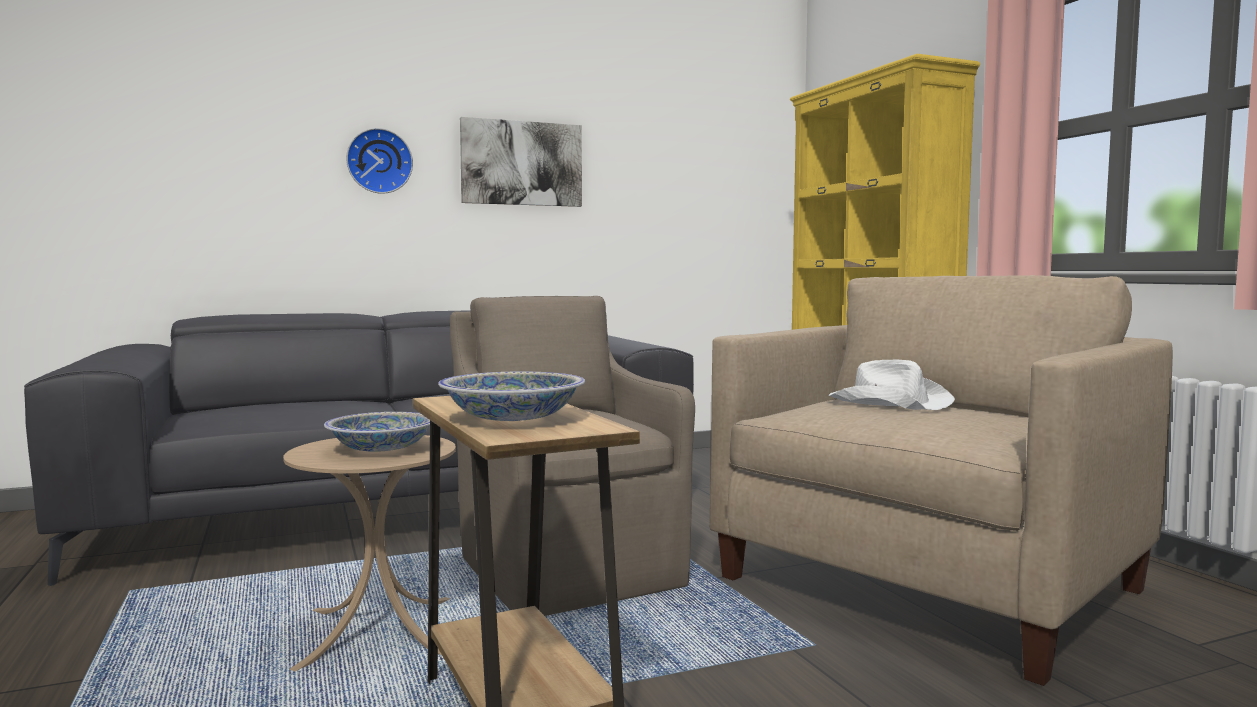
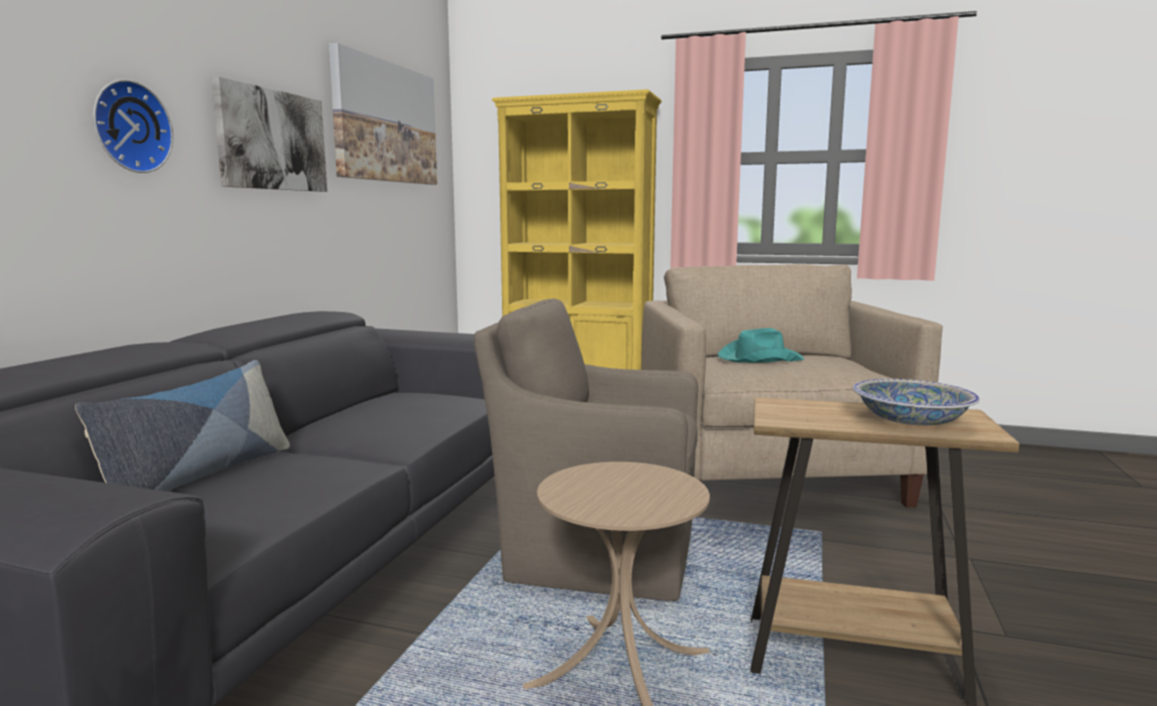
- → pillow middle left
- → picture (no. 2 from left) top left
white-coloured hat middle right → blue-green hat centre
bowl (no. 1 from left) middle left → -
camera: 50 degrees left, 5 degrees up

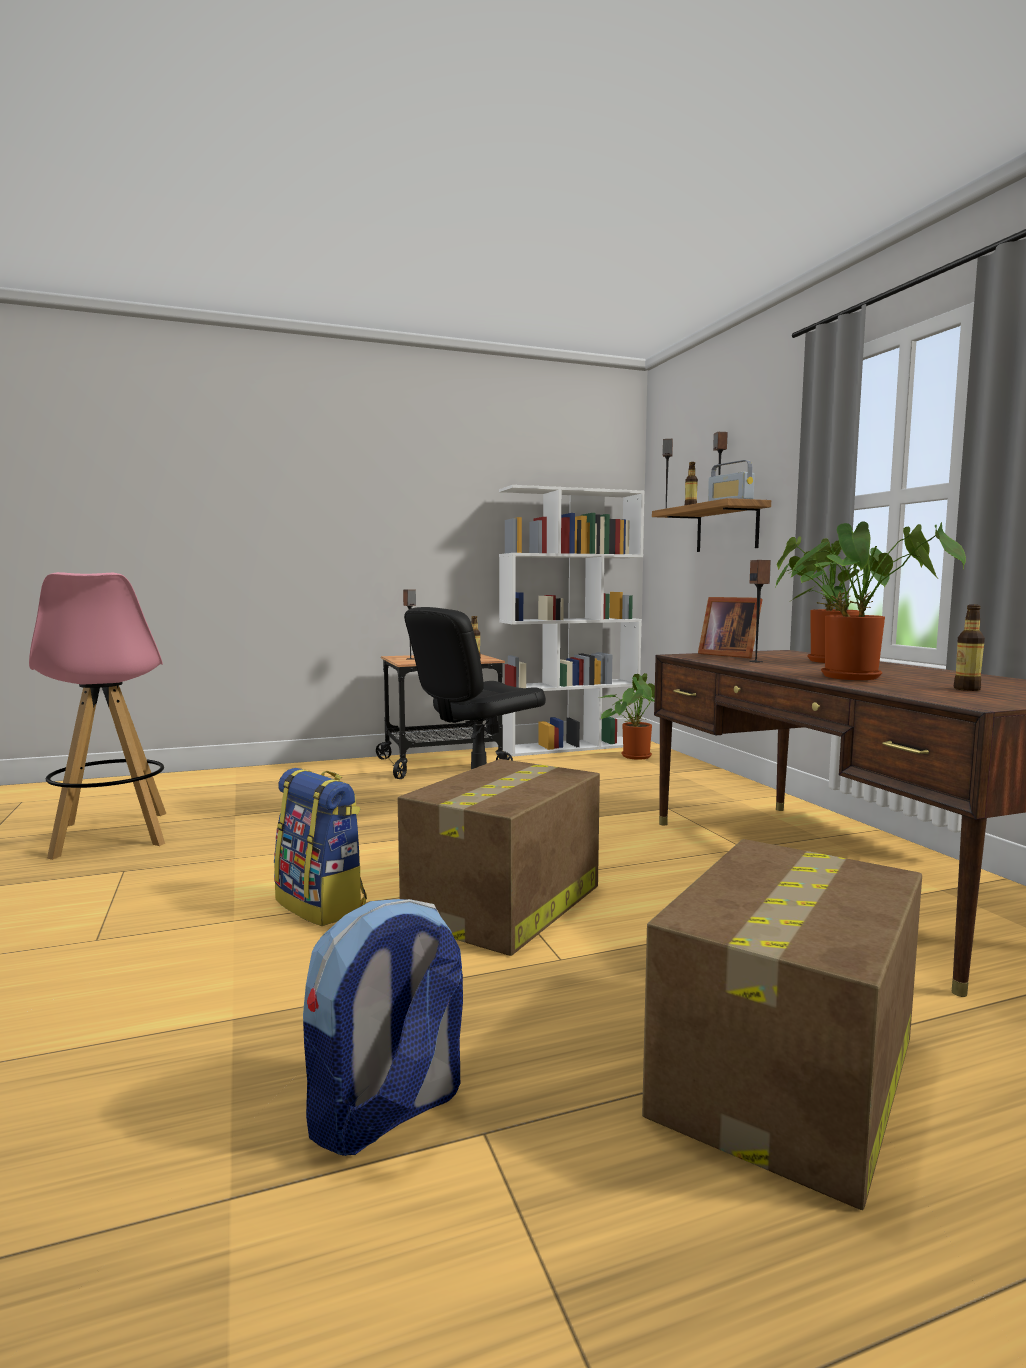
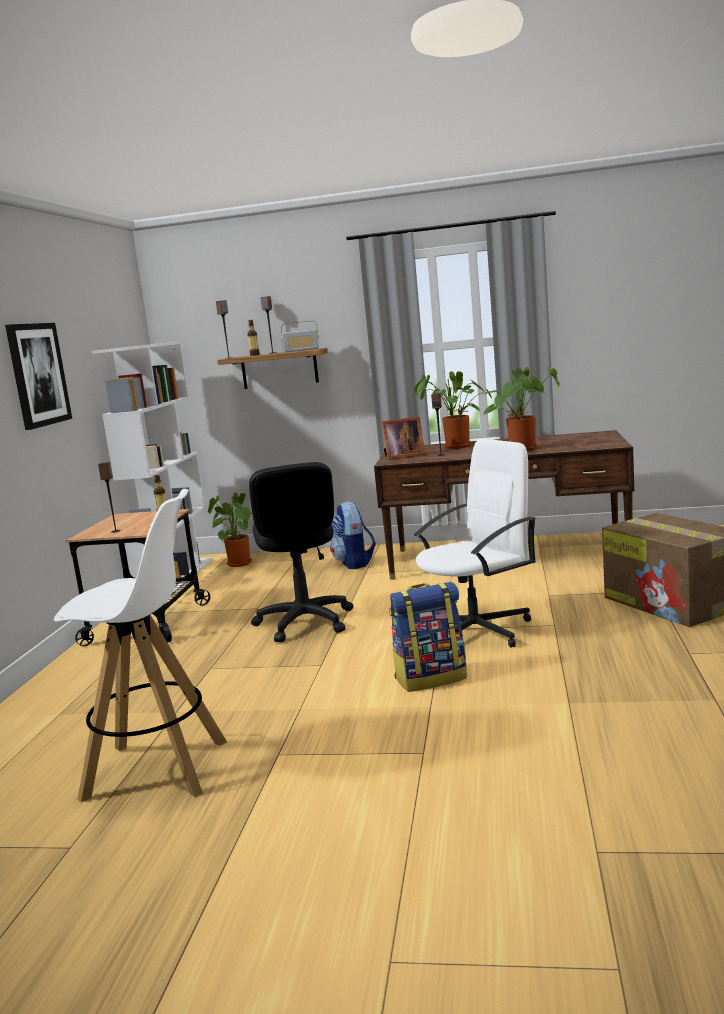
- → picture middle left
pinkish stool seat middle left → white-coloured stool seat middle left
knapsack (no. 2 from left in the first image) bottom centre → knapsack (no. 1 from left) centre, relocated
carton (no. 1 from left) centre → white-coloured office chair centre
beverage bottle (no. 3 from left) middle right → -
camera: 60 degrees left, 5 degrees up

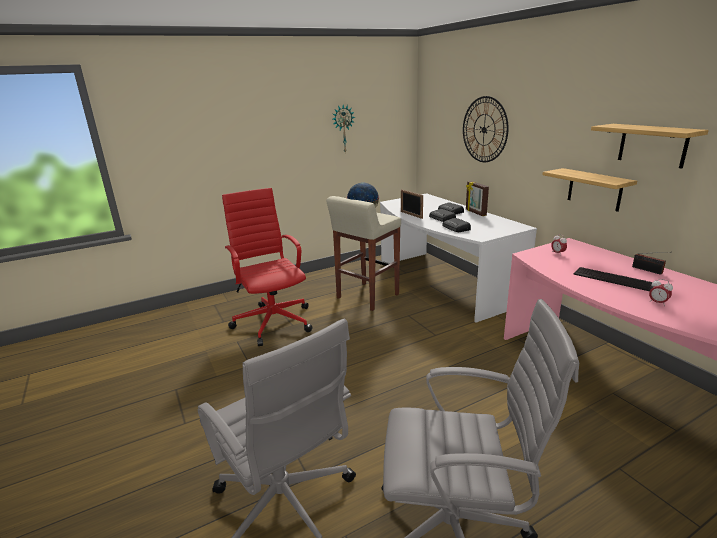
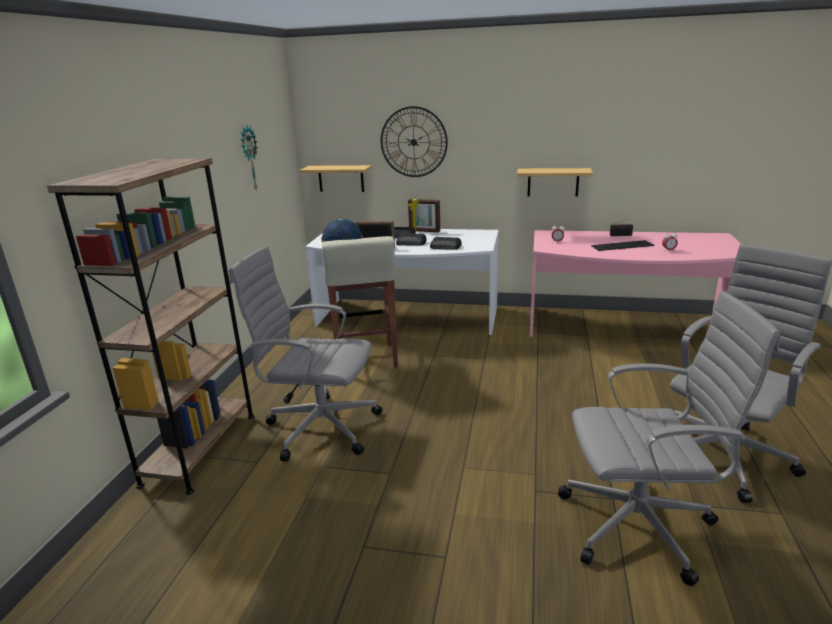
- → brownish shelving unit middle left
reddish office chair centre → greyish office chair (no. 1 from left) centre
bracket shelf (no. 2 from left in the first image) top right → bracket shelf (no. 1 from left) top centre, relocated
camera: 50 degrees left, 0 degrees up

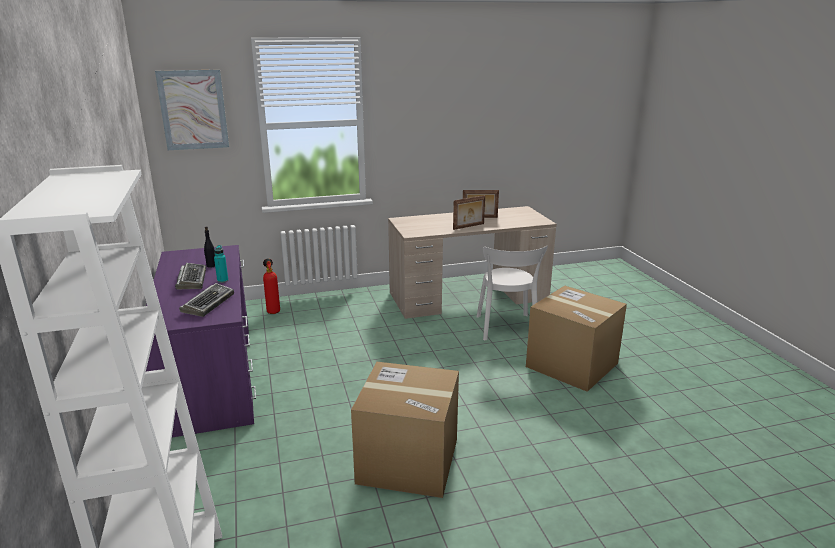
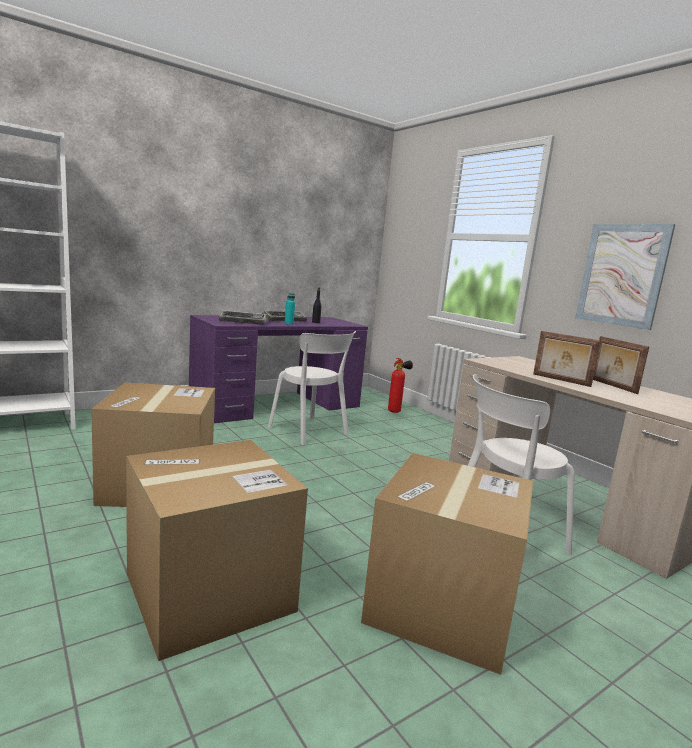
- → carton (no. 2 from left) bottom left
- → white-coloured chair (no. 1 from left) centre
picture top left → picture middle right, relocated
camera: 70 degrees right, 10 degrees down

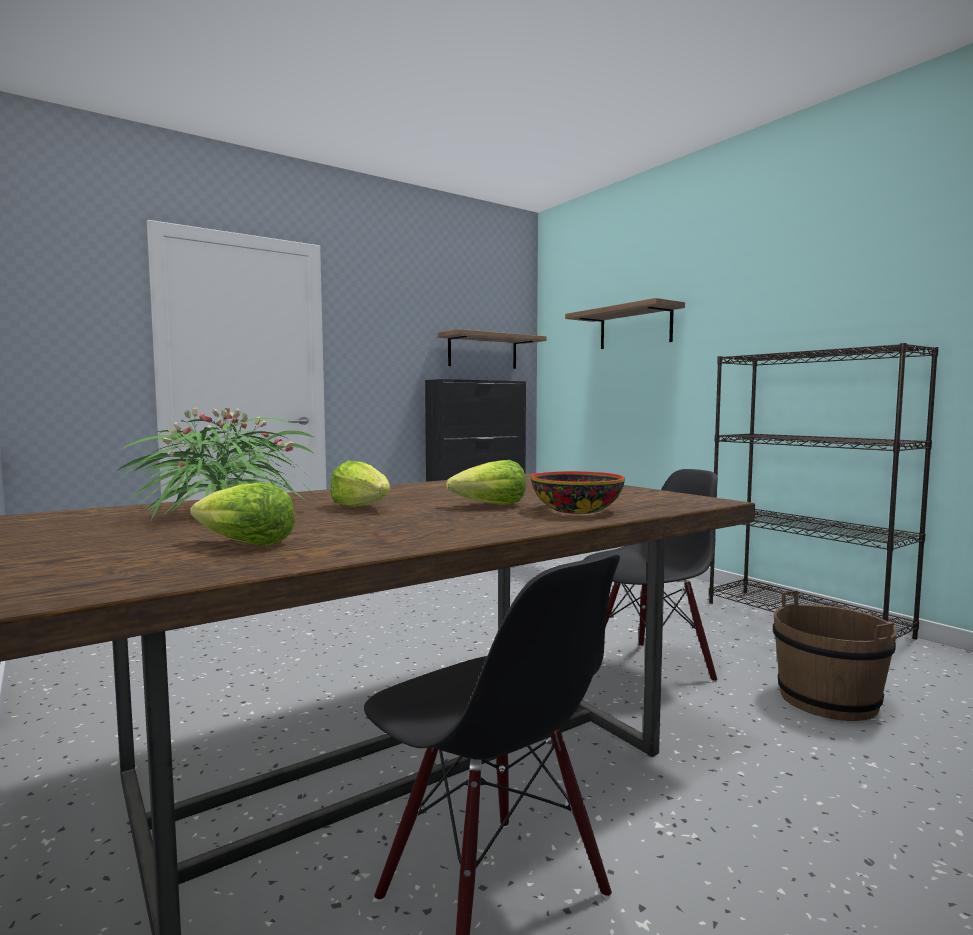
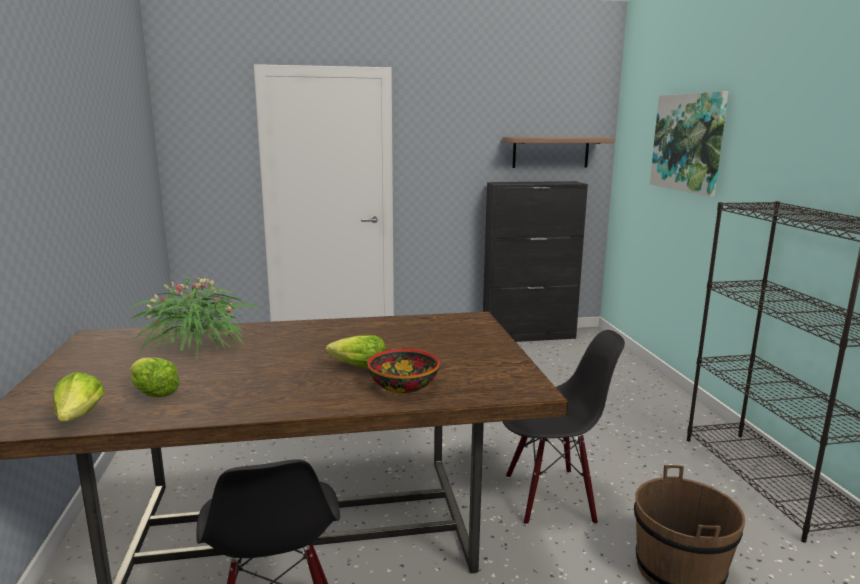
lettuce (no. 2 from left in the first image) centre → lettuce (no. 1 from left) bottom left, relocated
bracket shelf (no. 2 from left) centre → picture top right
camera: 25 degrees right, 10 degrees up

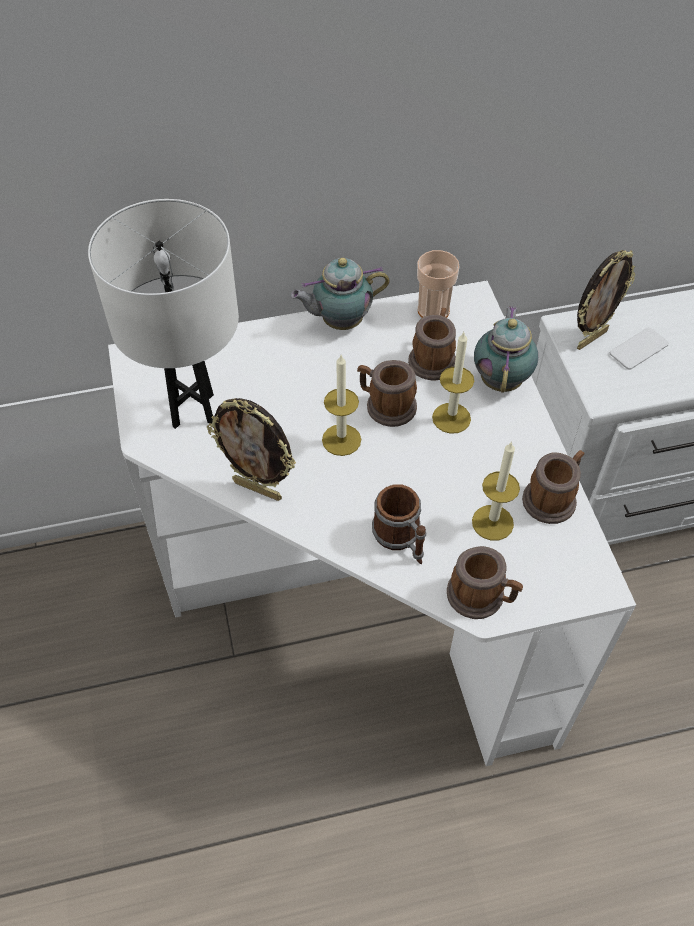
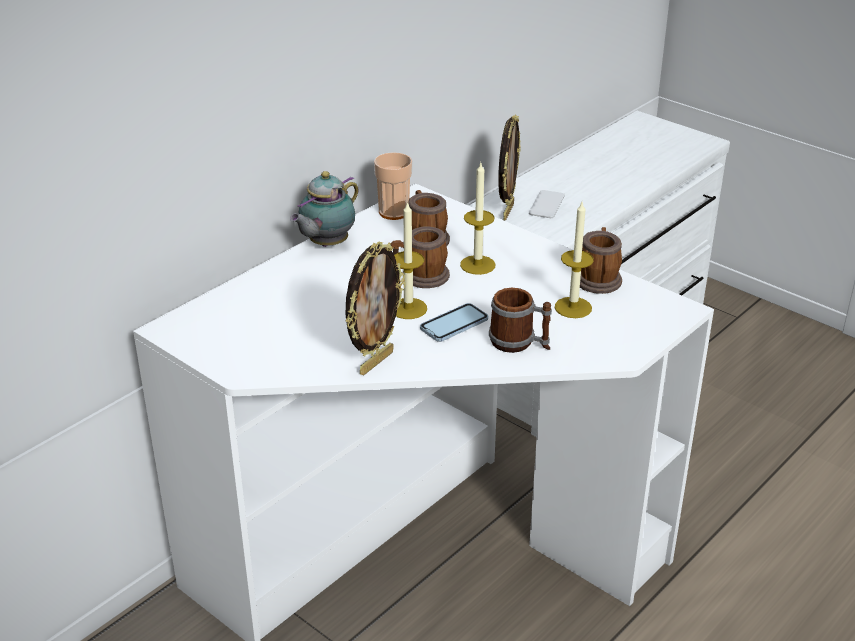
standing frame (no. 1 from left) centre, 45 degrees counterclockwise
- → handset (no. 1 from left) centre
white-coloured lamp for a table middle left → -
tea mug (no. 4 from left) middle right → -
teapot (no. 2 from left) middle right → -
camera: 35 degrees left, 20 degrees down

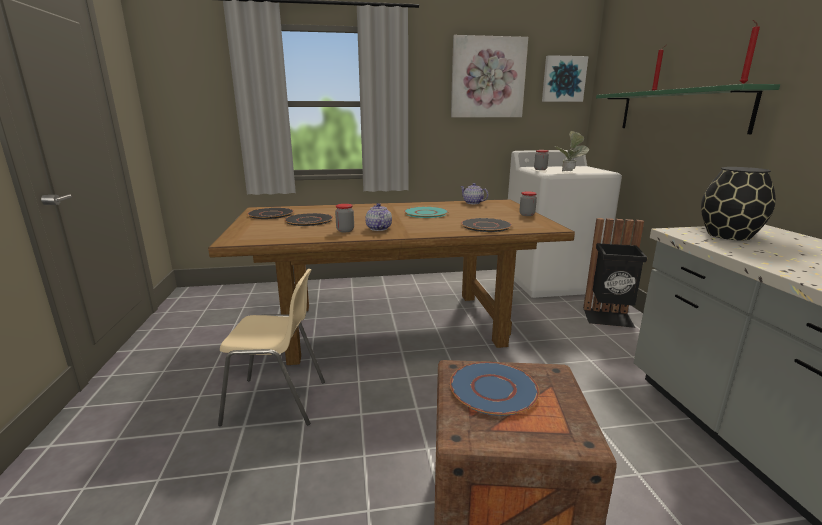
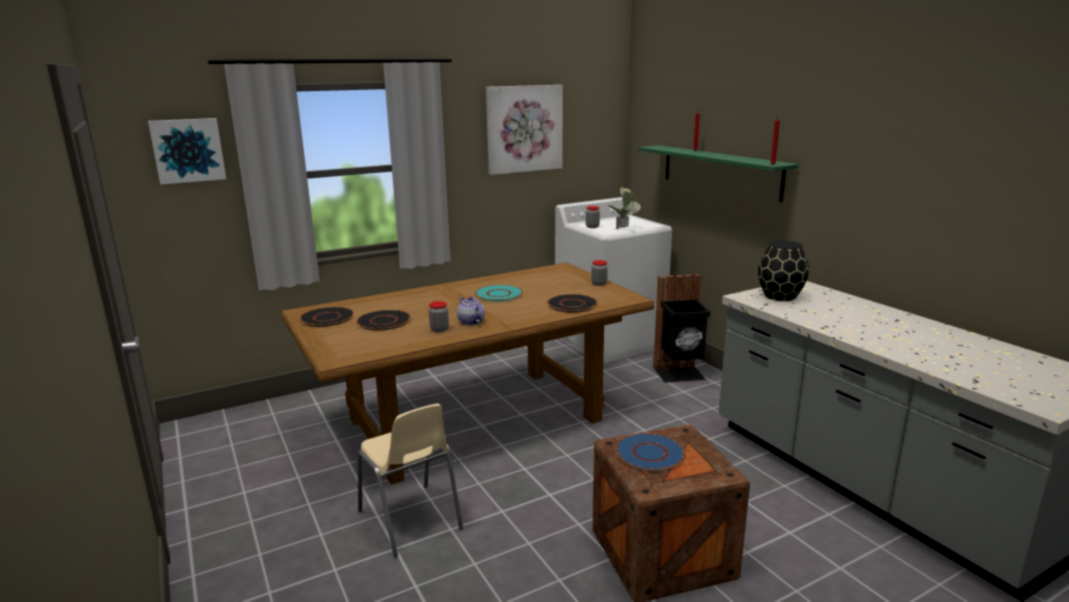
picture (no. 2 from left in the first image) top right → picture (no. 1 from left) top left, relocated
sand-coloured chair middle left → sand-coloured chair bottom centre, 75 degrees clockwise
teapot (no. 2 from left) centre → -
camera: 20 degrees left, 0 degrees up

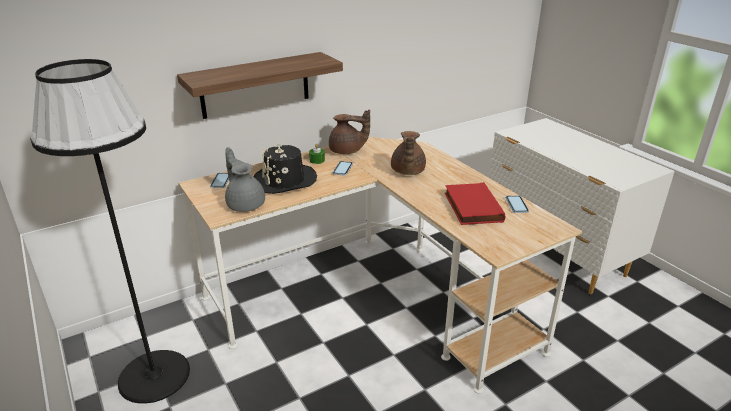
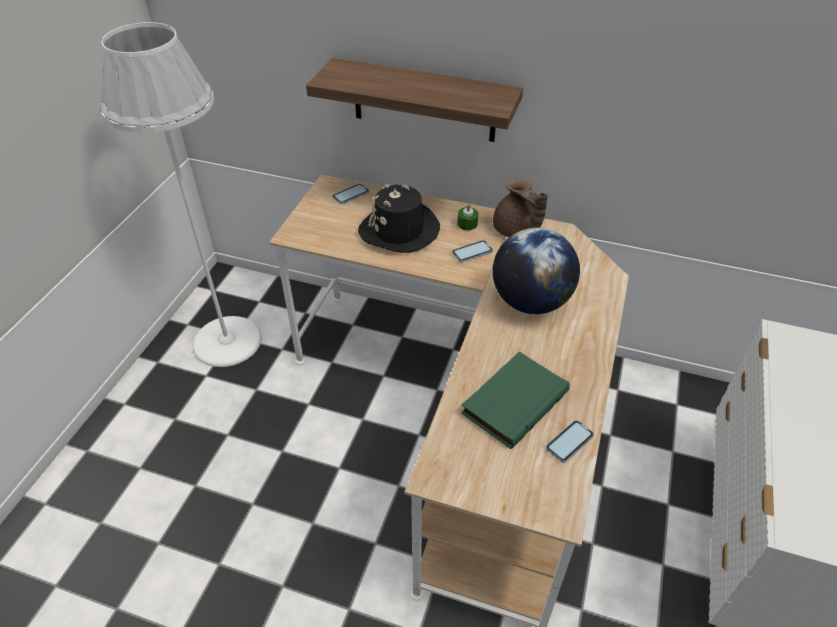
black-coloured standard lamp middle left → white-coloured standard lamp top left
reddish bound book centre → greenish bound book centre
brownish teapot (no. 2 from left) centre → desk globe centre
greyish teapot centre → -
camera: 50 degrees right, 15 degrees up

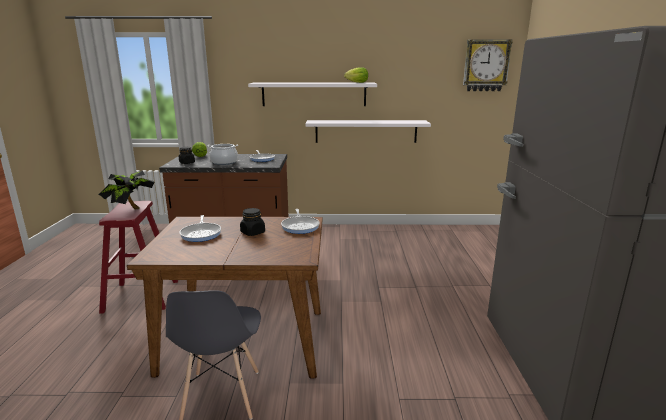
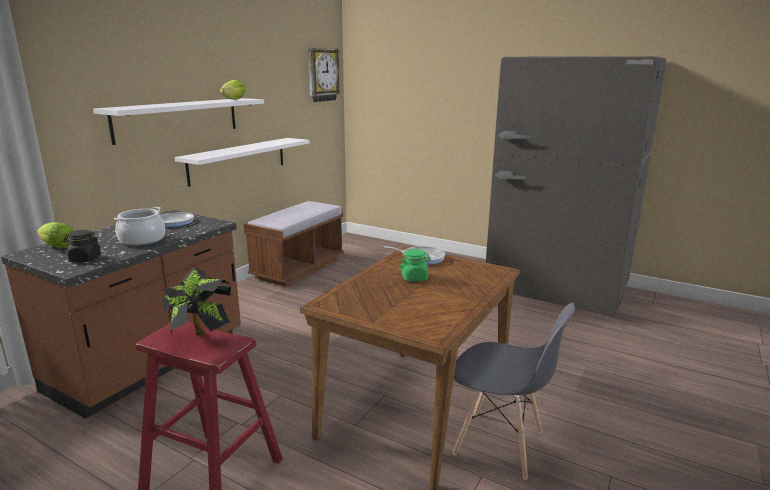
- → brownish indoor bench centre
black-coloured preserve jar (no. 2 from left) centre → greenish preserve jar centre
frying pan (no. 1 from left) middle left → -
camera: 60 degrees left, 0 degrees up

